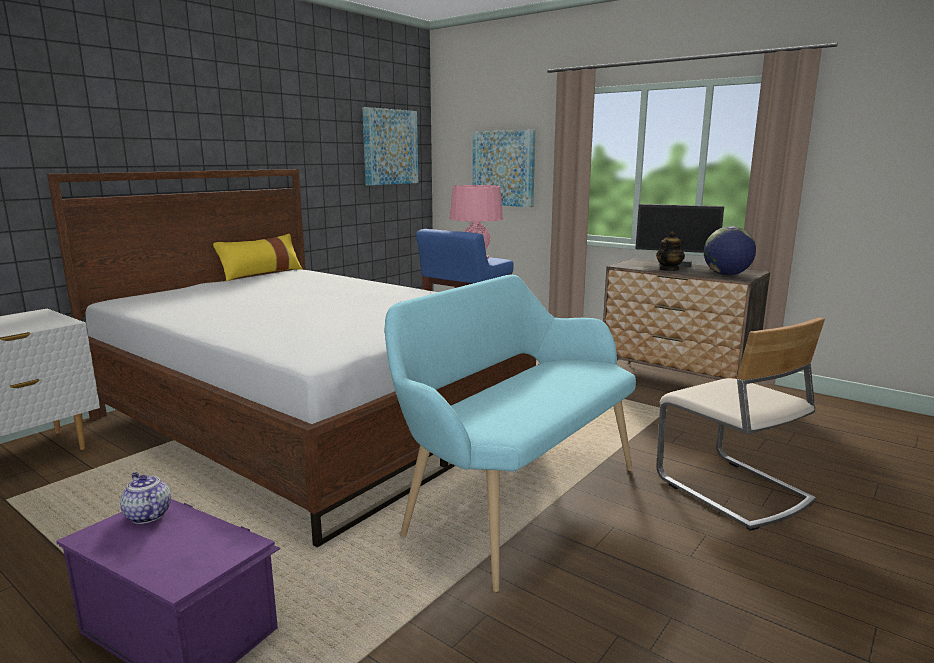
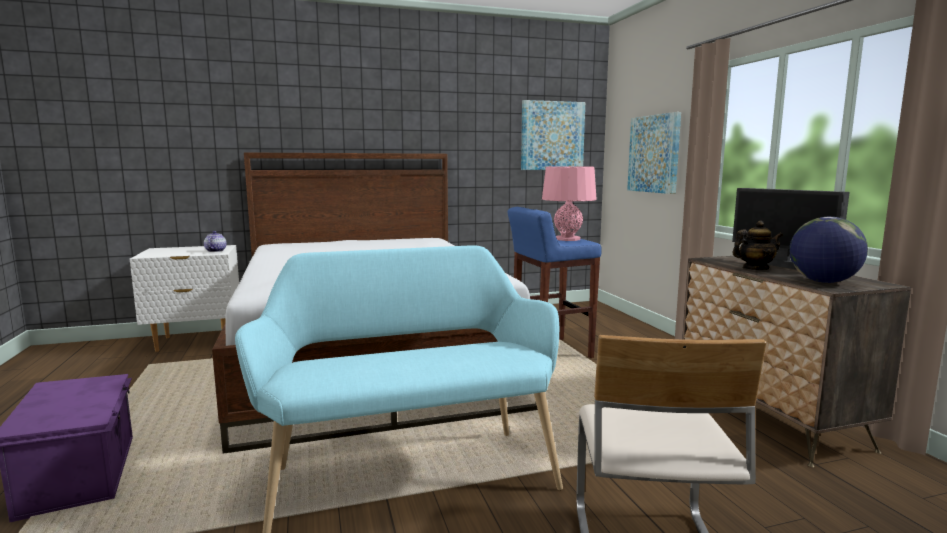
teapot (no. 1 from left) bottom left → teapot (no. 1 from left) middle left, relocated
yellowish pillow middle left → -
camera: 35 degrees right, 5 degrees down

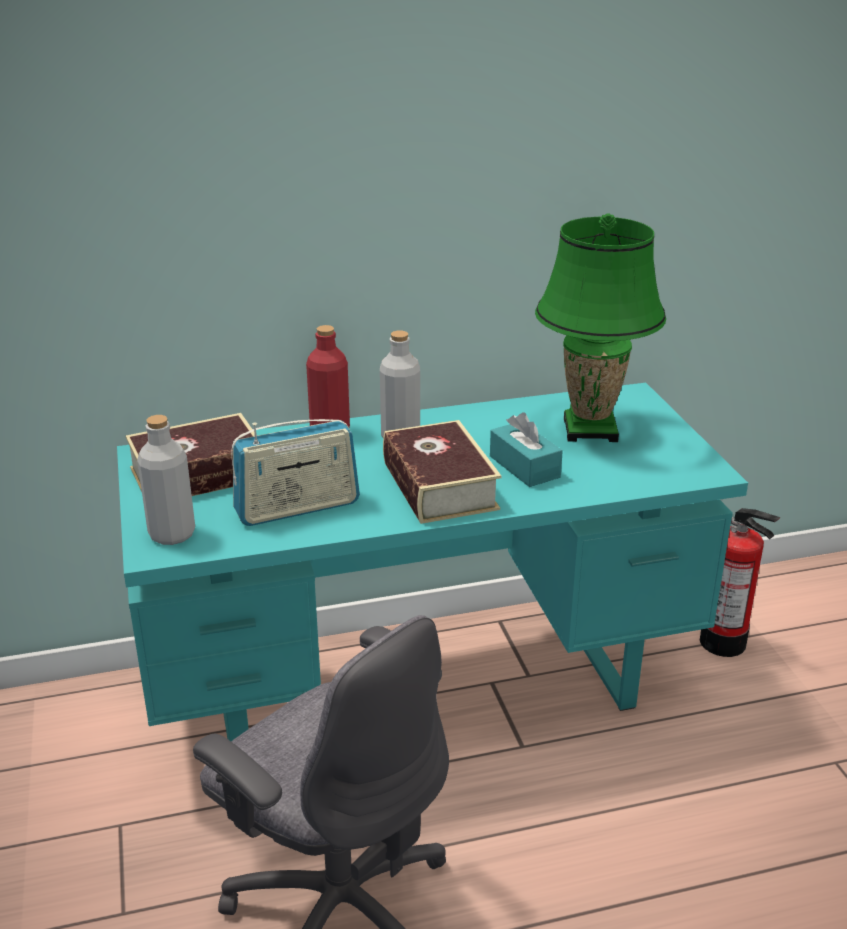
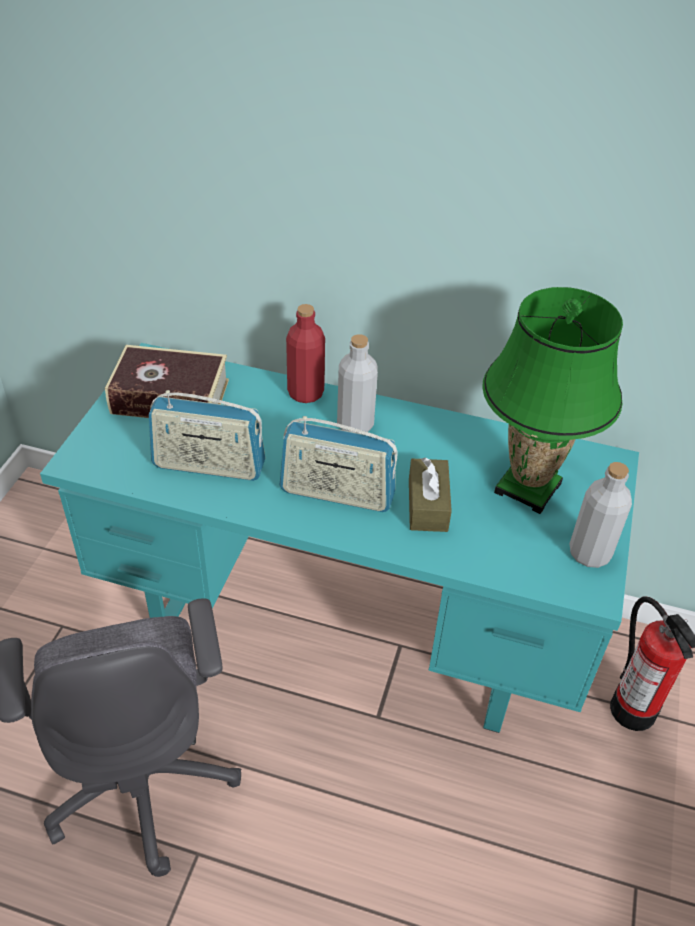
bound book (no. 2 from left) centre → radio receiver (no. 2 from left) centre
blue-green tissue box centre → brownish tissue box centre
greyish beverage bottle (no. 1 from left in the first image) middle left → greyish beverage bottle (no. 2 from left) middle right, relocated
camera: 30 degrees right, 15 degrees up

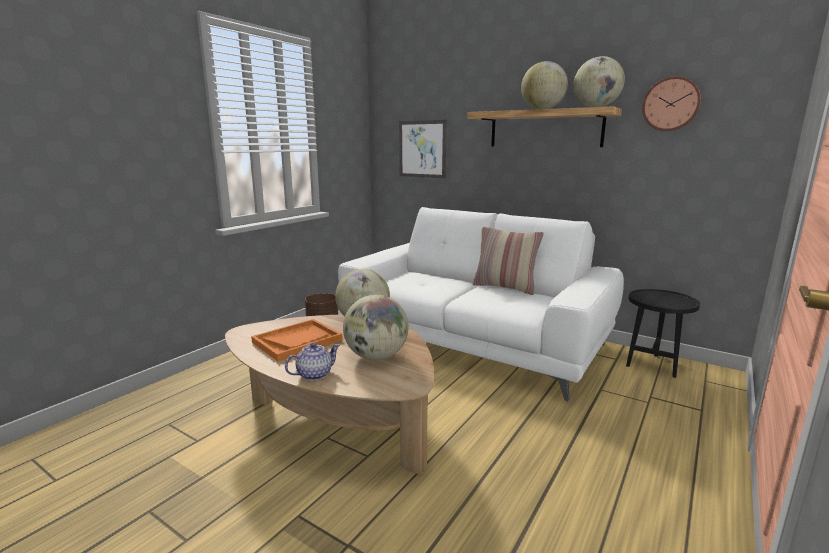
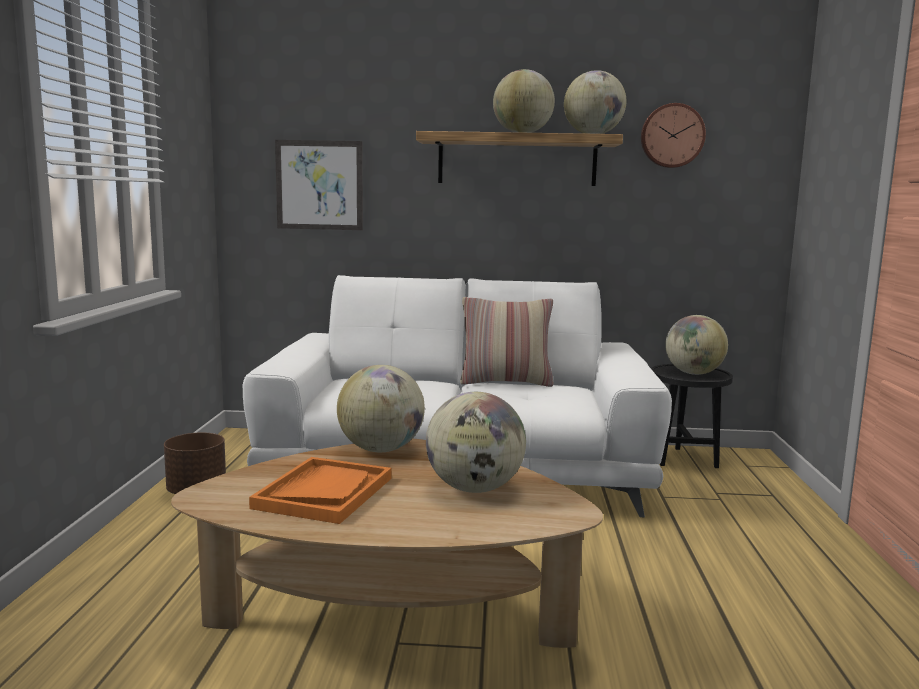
- → desk globe (no. 5 from left) middle right
teapot centre → -
camera: 30 degrees left, 5 degrees down

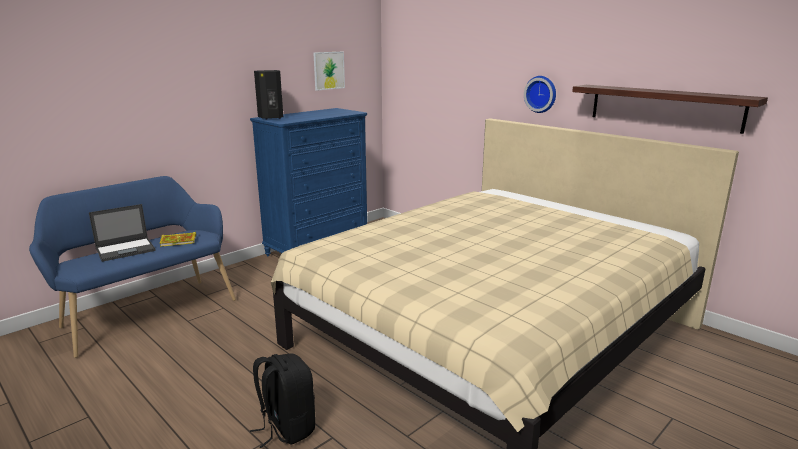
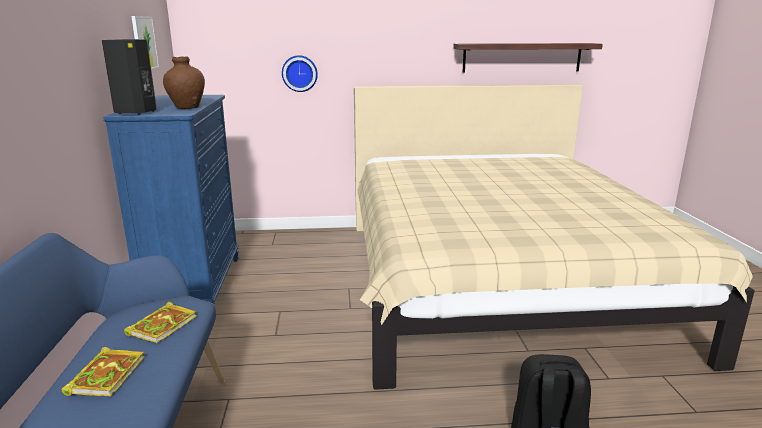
notebook computer middle left → bound book (no. 1 from left) bottom left
- → brownish vase top left
wall clock top right → wall clock top centre, relocated
camera: 50 degrees left, 0 degrees up

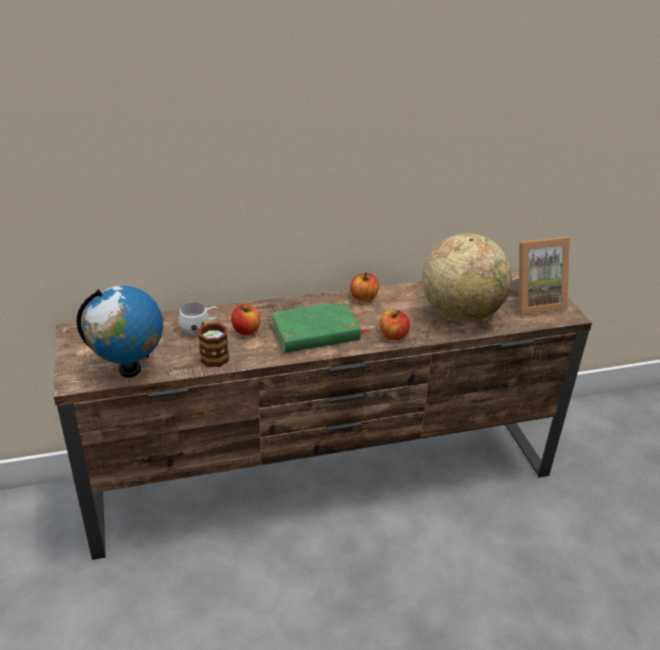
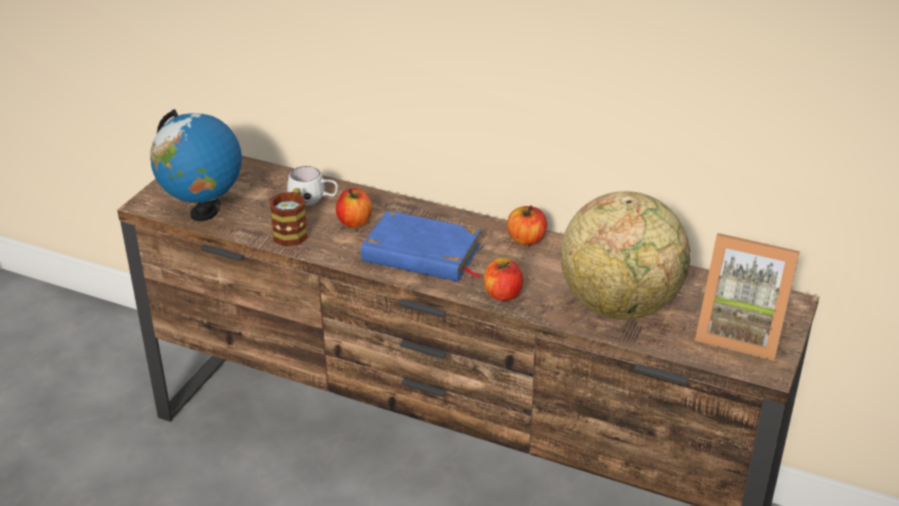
greenish bound book centre → blue bound book centre
camera: 40 degrees right, 0 degrees up

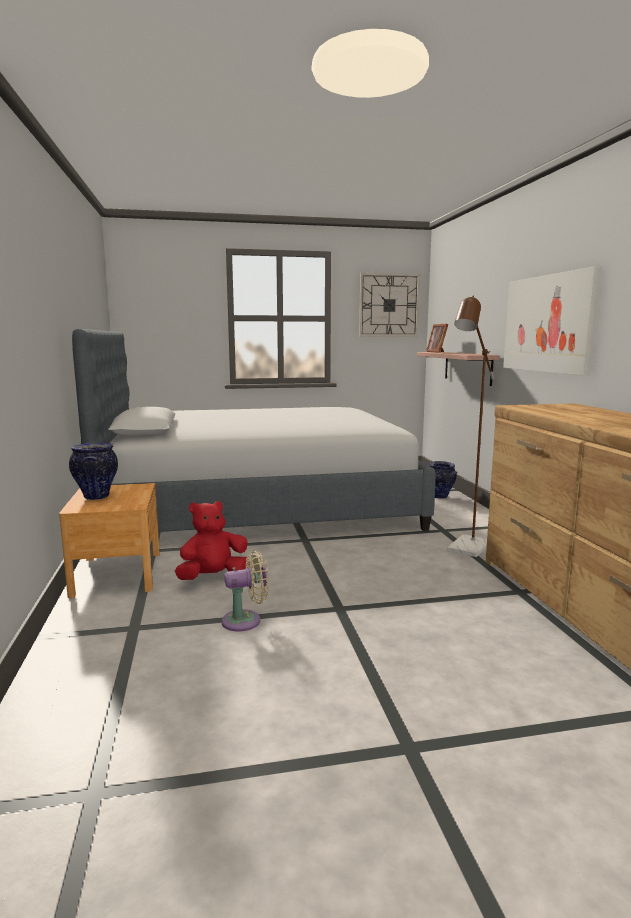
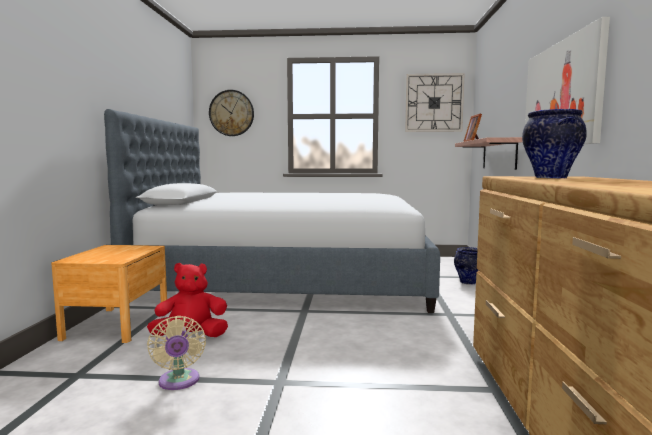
sand-coloured fan centre → sand-coloured fan bottom left, 75 degrees clockwise
- → wall clock (no. 1 from left) top centre
vase (no. 1 from left in the first image) middle left → vase (no. 2 from left) top right, relocated
brownish standard lamp middle right → -
camera: 15 degrees right, 5 degrees down

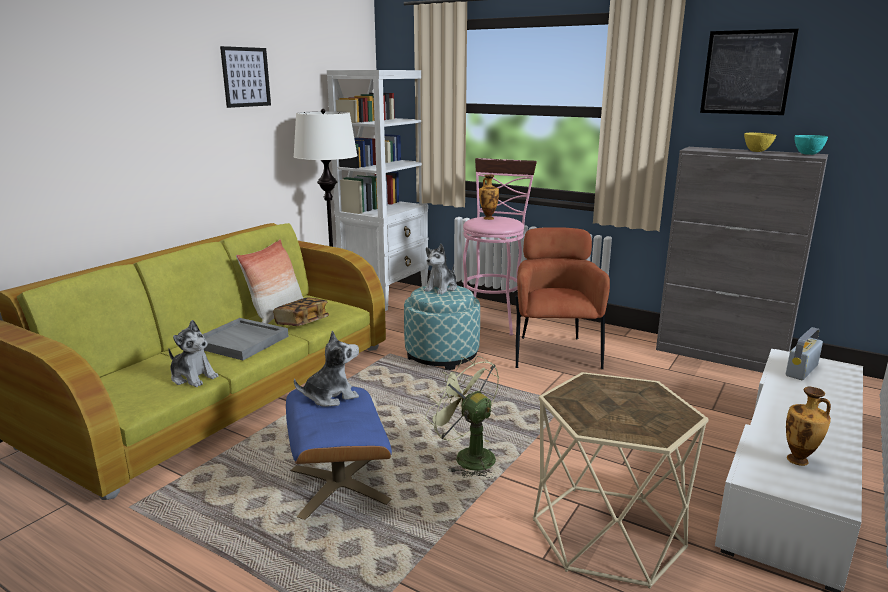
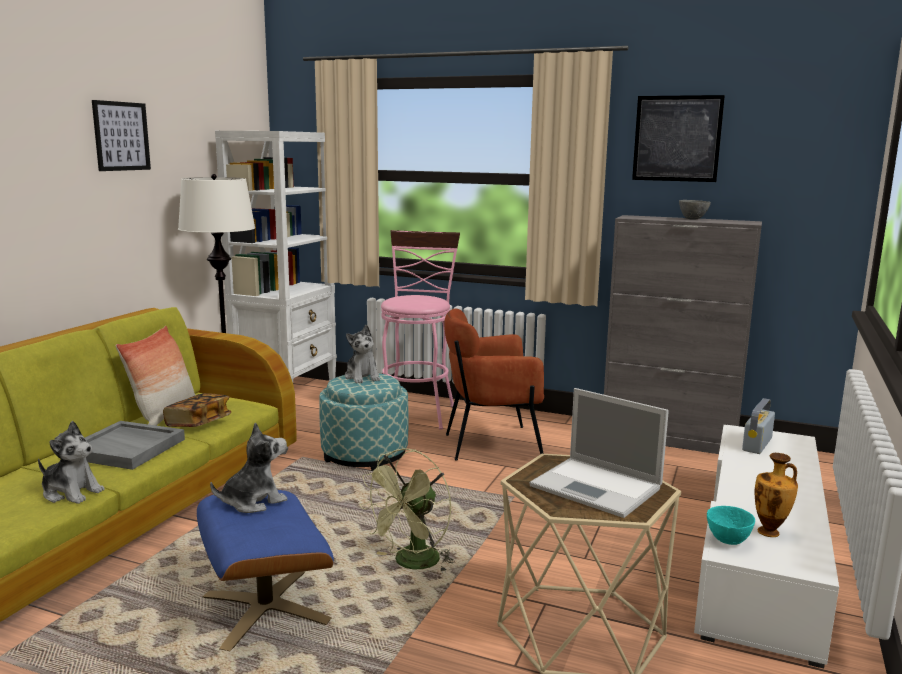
cuddly toy (no. 3 from left) centre, 45 degrees counterclockwise
greenish fan bottom centre, 90 degrees counterclockwise
brownish lounge chair centre, 90 degrees counterclockwise
- → notebook computer bottom centre
yellowish bowl top right → greyish bowl top right
blue-green bowl top right → blue-green bowl bottom right, relocated
vase (no. 1 from left) top centre → -
camera: 10 degrees left, 5 degrees down

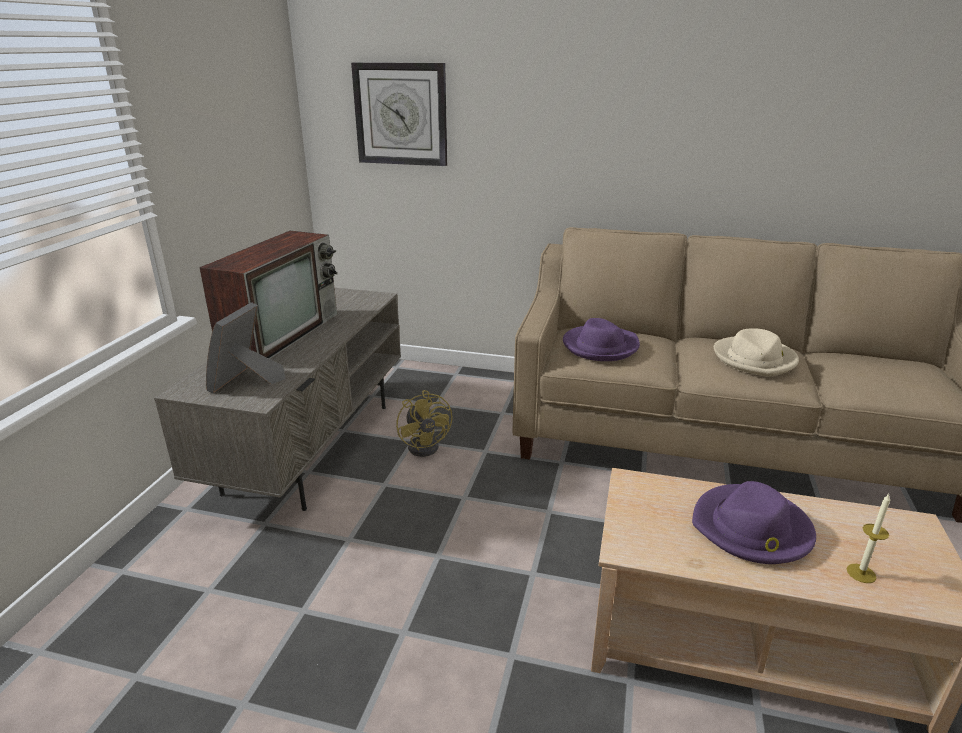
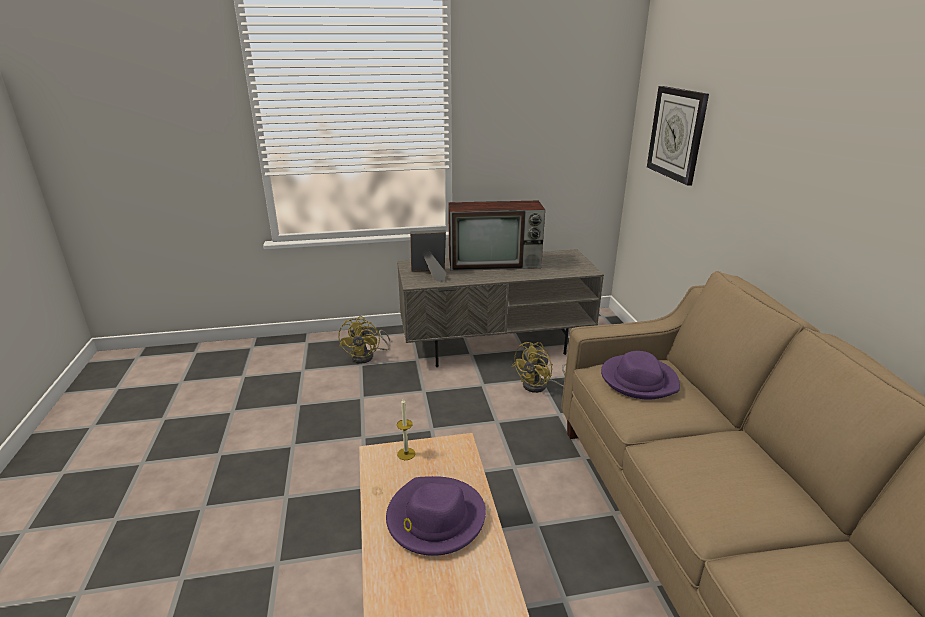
- → yellowish fan (no. 1 from left) centre
wax light bottom right → wax light bottom centre, relocated
sand-coloured hat middle right → -
camera: 65 degrees right, 0 degrees up

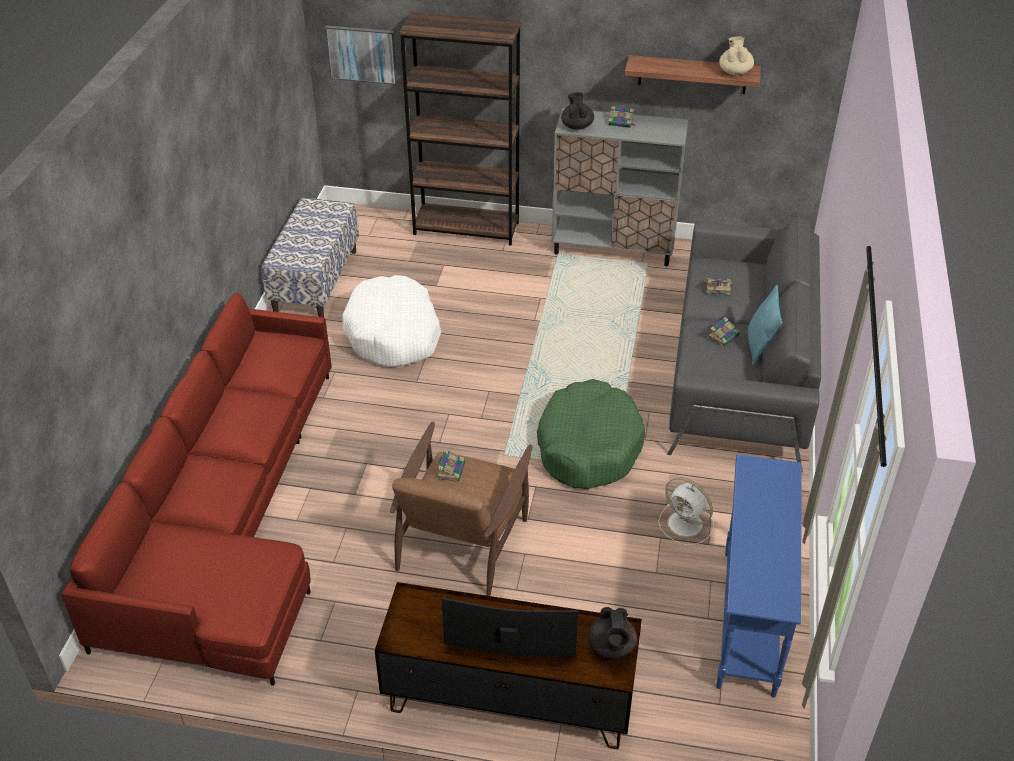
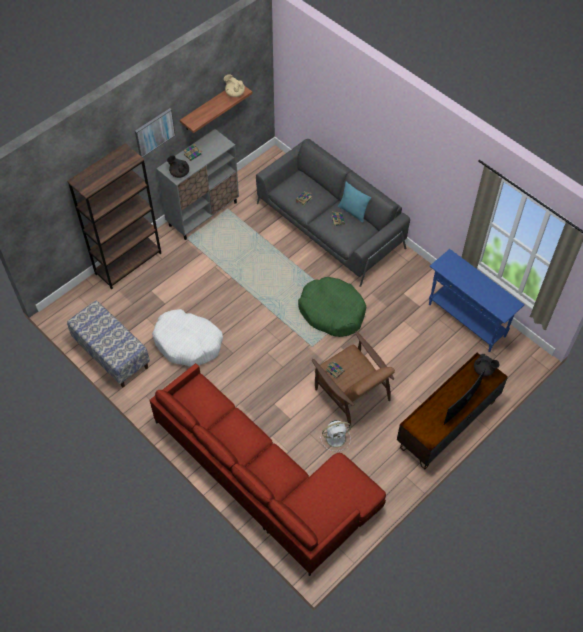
picture top centre → picture top left, relocated
white-coloured fan bottom right → white-coloured fan bottom centre, relocated
camera: 55 degrees left, 15 degrees up

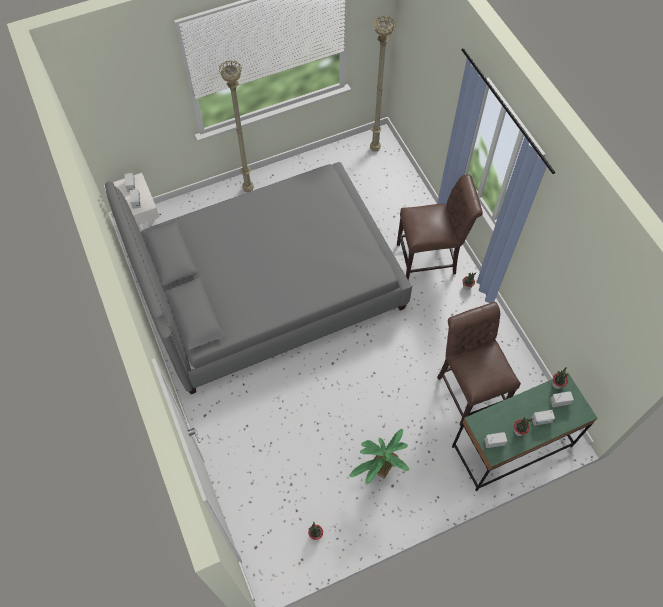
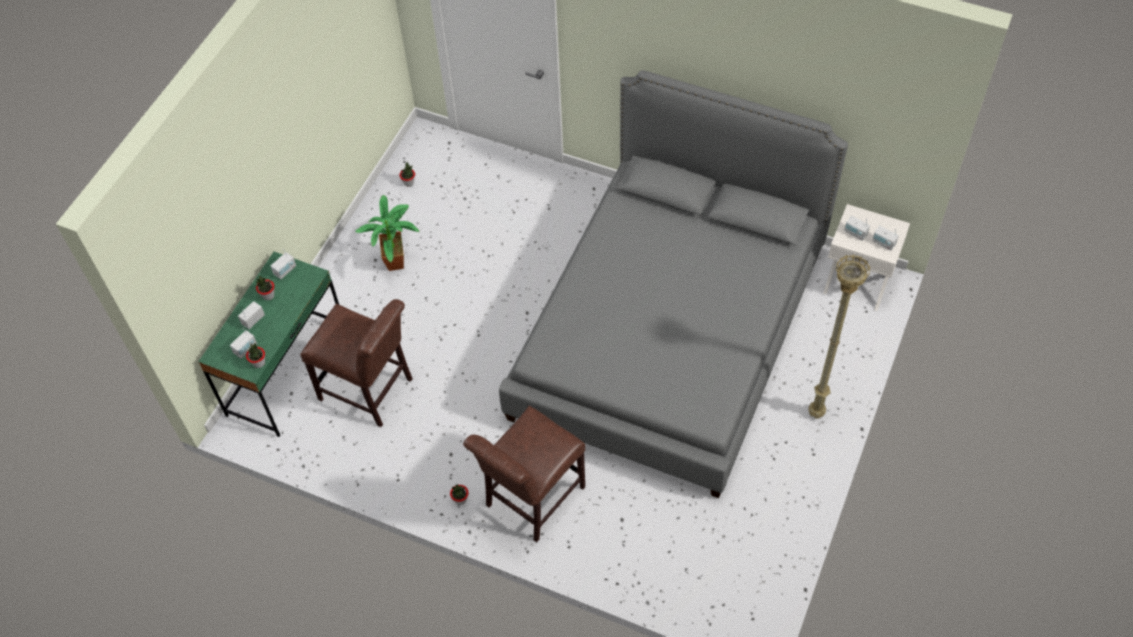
sand-coloured standard lamp (no. 2 from left) top centre → -
camera: 140 degrees right, 5 degrees down

